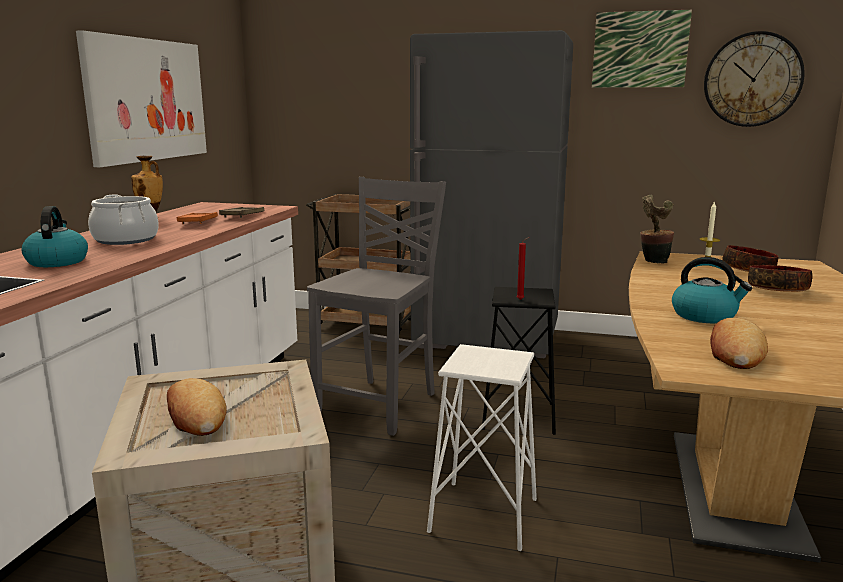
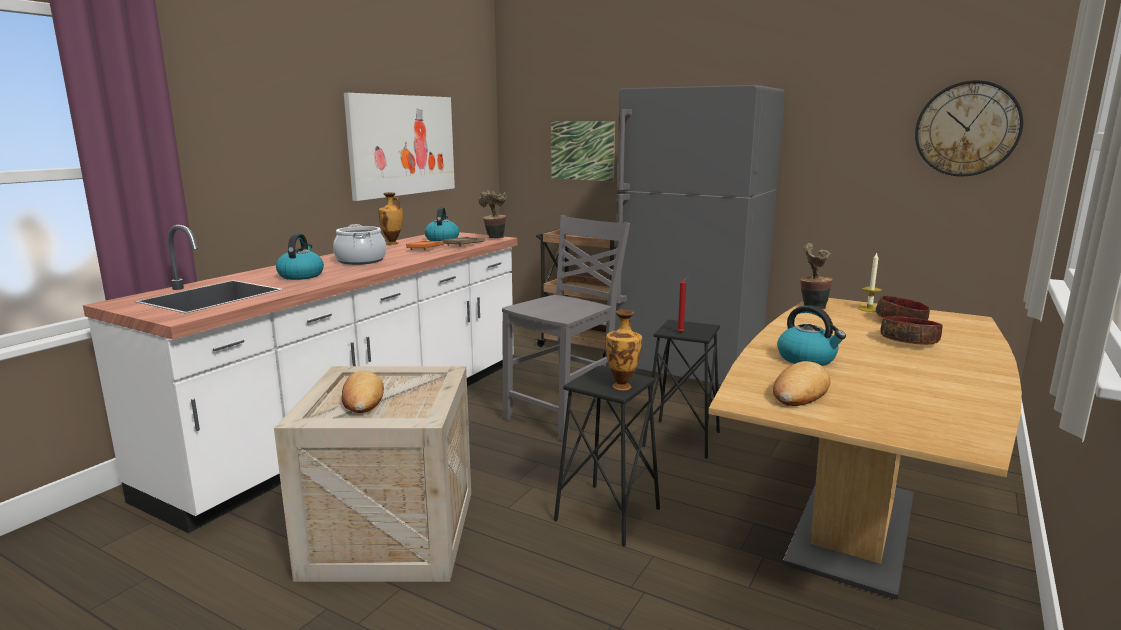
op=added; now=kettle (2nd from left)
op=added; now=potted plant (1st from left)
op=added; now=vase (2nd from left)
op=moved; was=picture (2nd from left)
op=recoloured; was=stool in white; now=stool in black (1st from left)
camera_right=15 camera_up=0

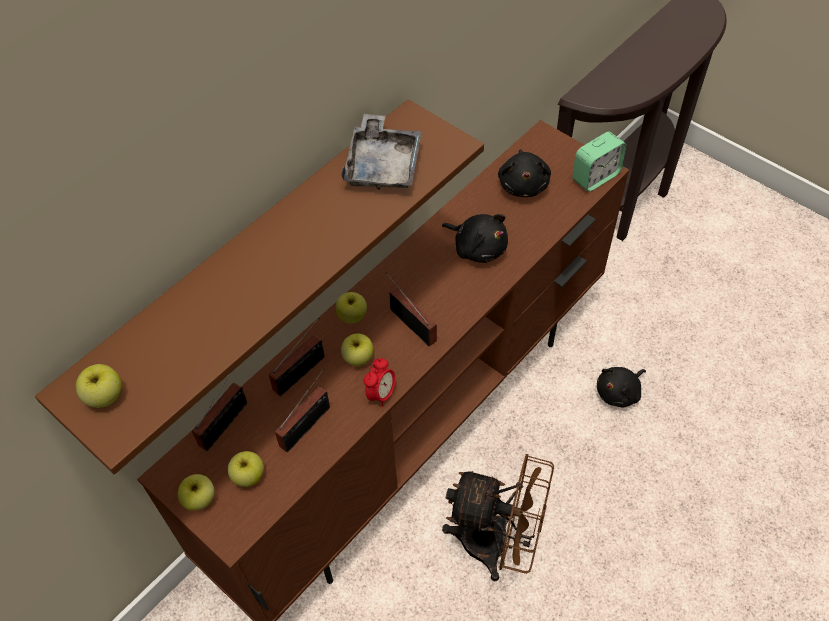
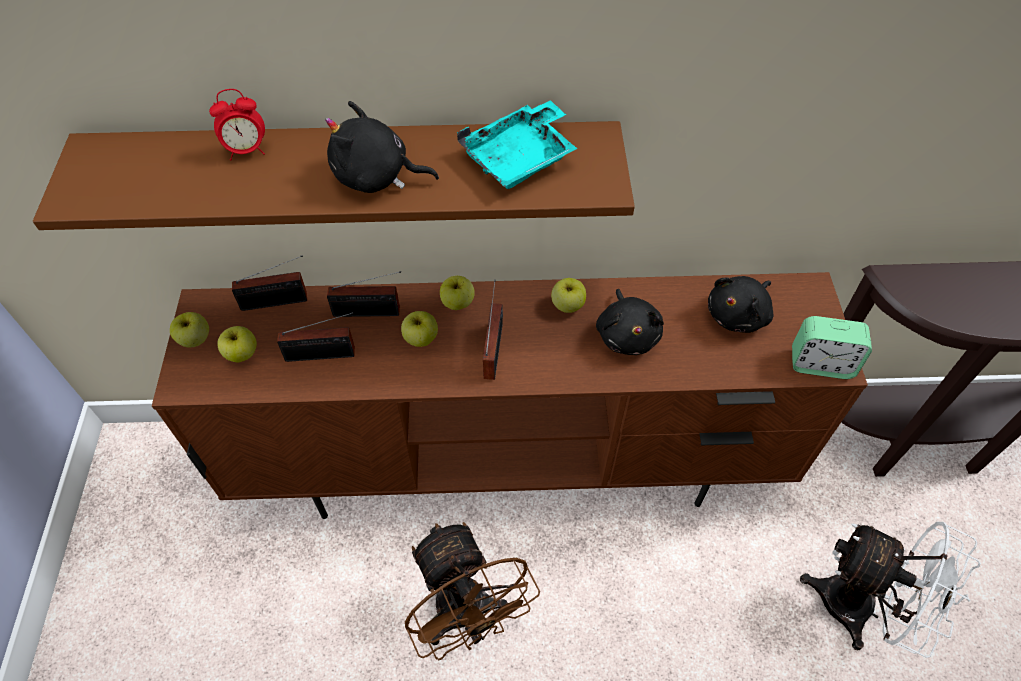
op=added; now=fan in white
op=moved; was=apple (1st from left in the first image); now=apple (5th from left)
op=moved; was=alarm clock (1st from left)
op=moved; was=plush toy in black (3rd from left in the first image); now=plush toy in black (1st from left)
op=recoloured; was=tray in grey; now=tray in turquoise
camera_right=45 camera_up=0

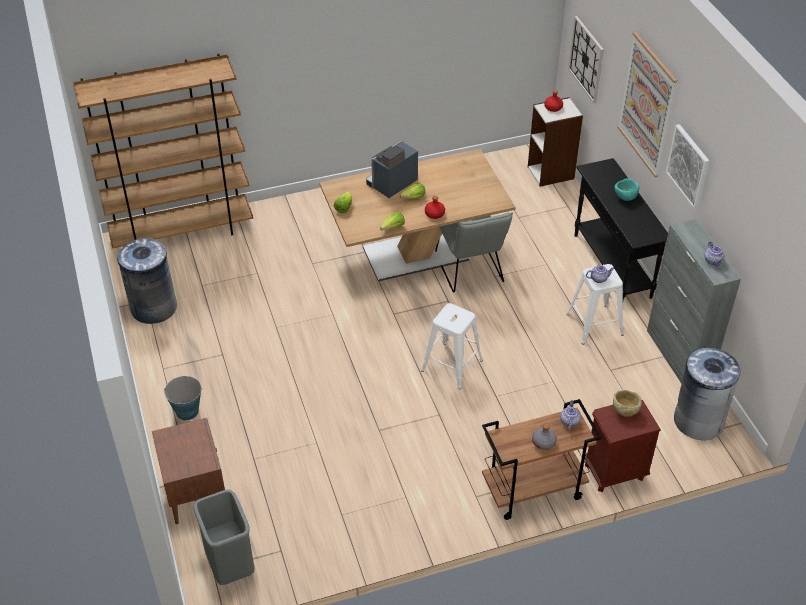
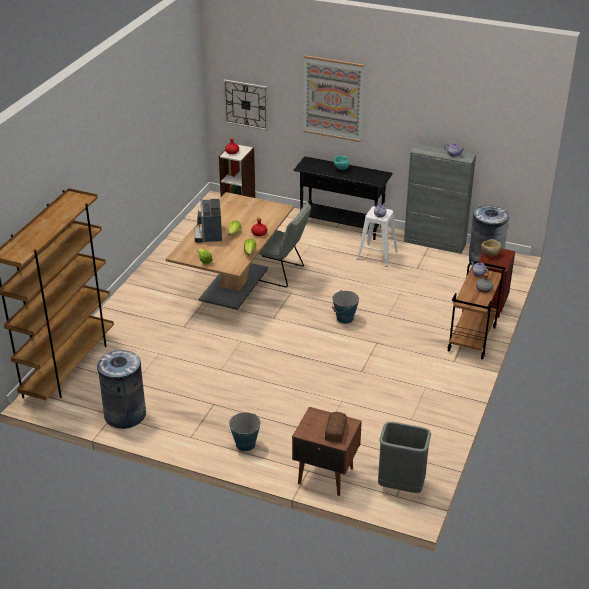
op=removed; was=picture (2nd from left)
op=added; now=bread
op=replaced; was=stool in white (1st from left); now=bucket (2nd from left)
camera_right=-50 camera_up=-10

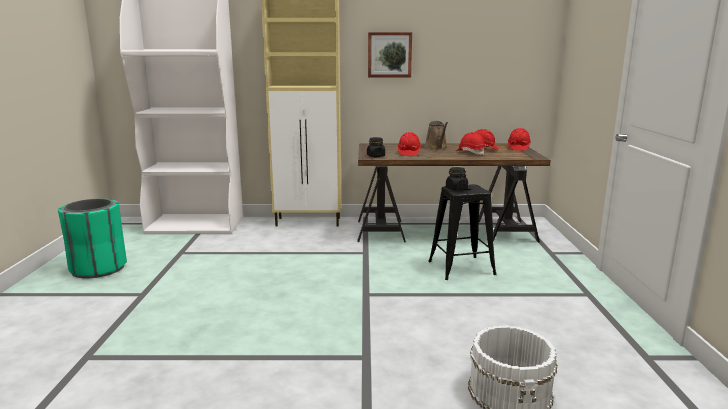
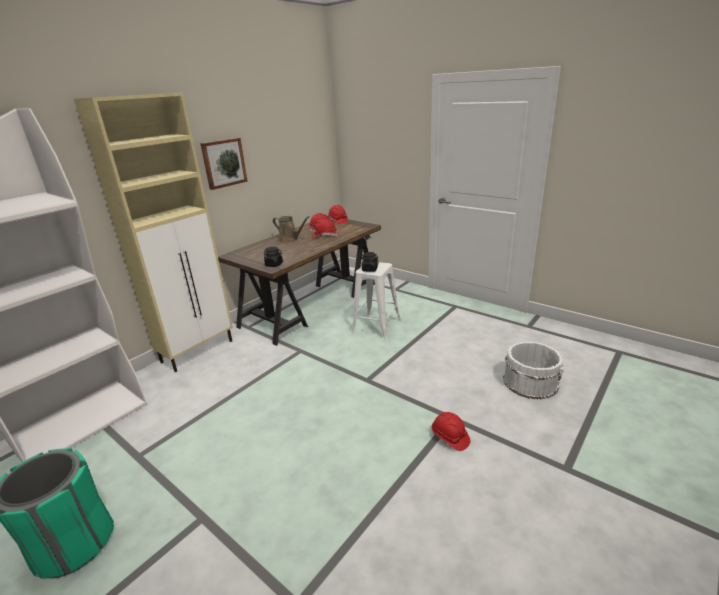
op=moved; was=hard hat in red (1st from left in the first image); now=hard hat in red (4th from left)
op=recoloured; was=stool in black; now=stool in white
camera_right=-50 camera_up=10

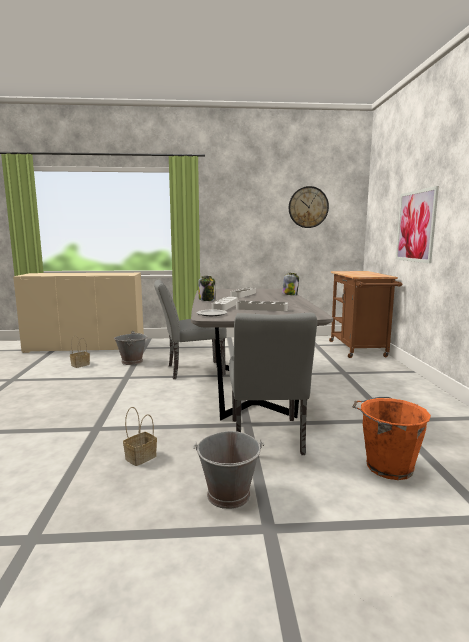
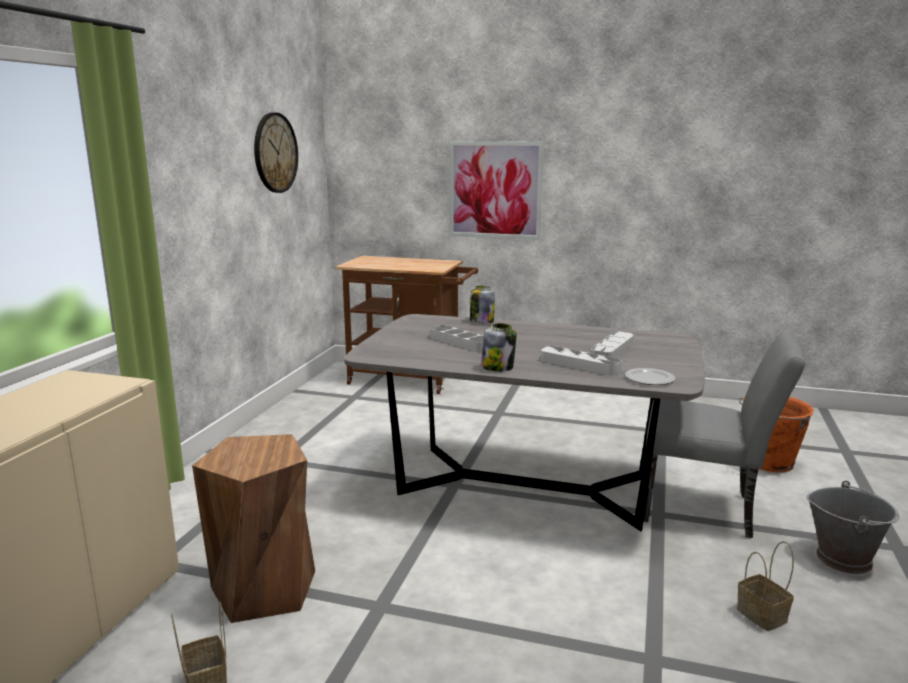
op=removed; was=chair in grey (1st from left)
op=replaced; was=bucket in grey (1st from left); now=stool in brown
camera_right=-70 camera_up=5

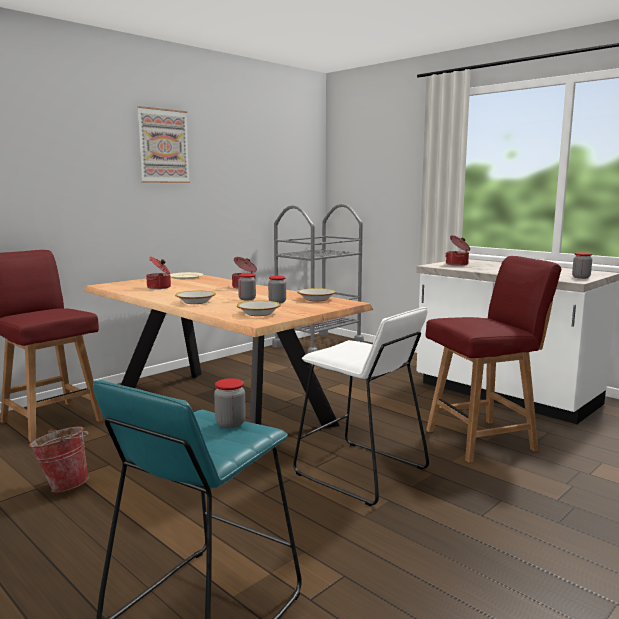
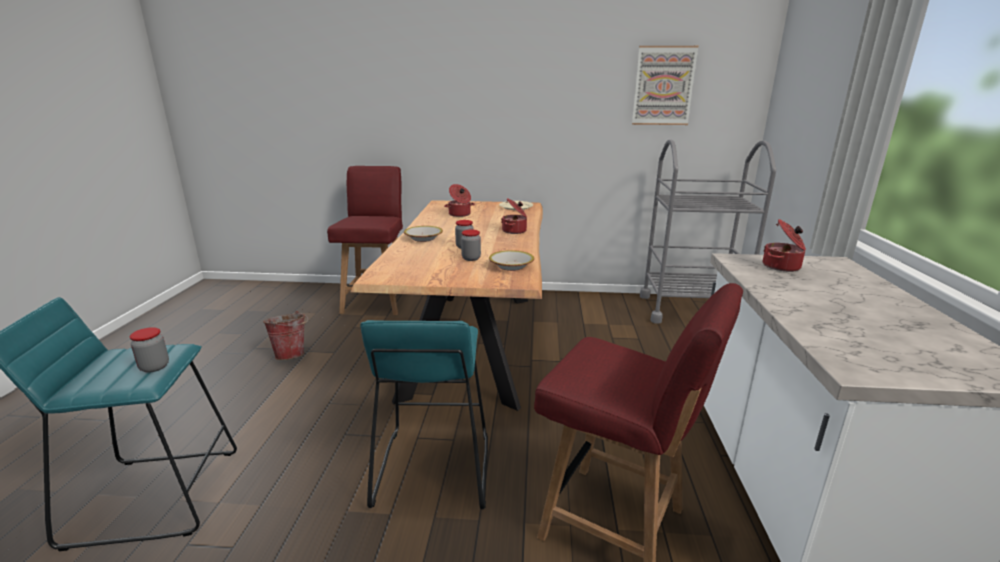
op=removed; was=bowl (2nd from left)
op=removed; was=jar (4th from left)
op=moved; was=picture
op=recoloured; was=stool in white; now=stool in turquoise (2nd from left)
camera_right=50 camera_up=10

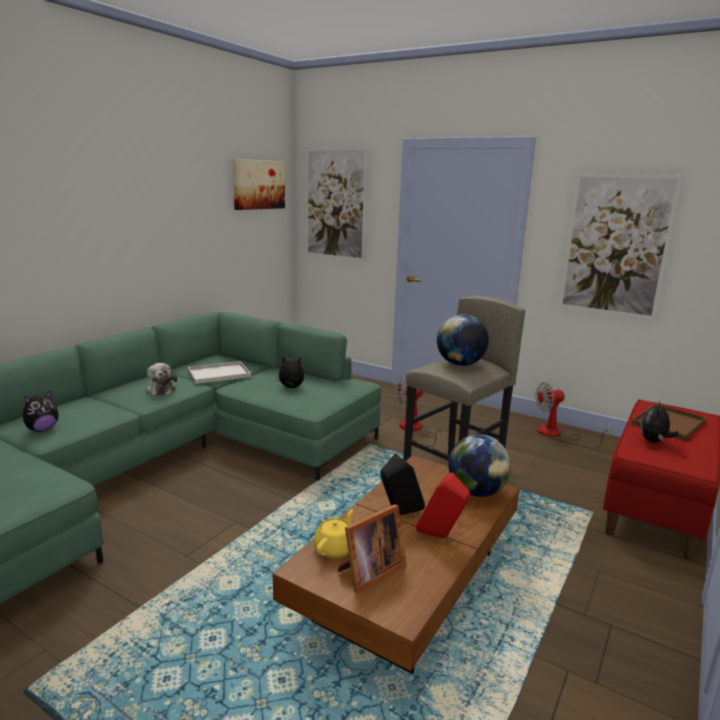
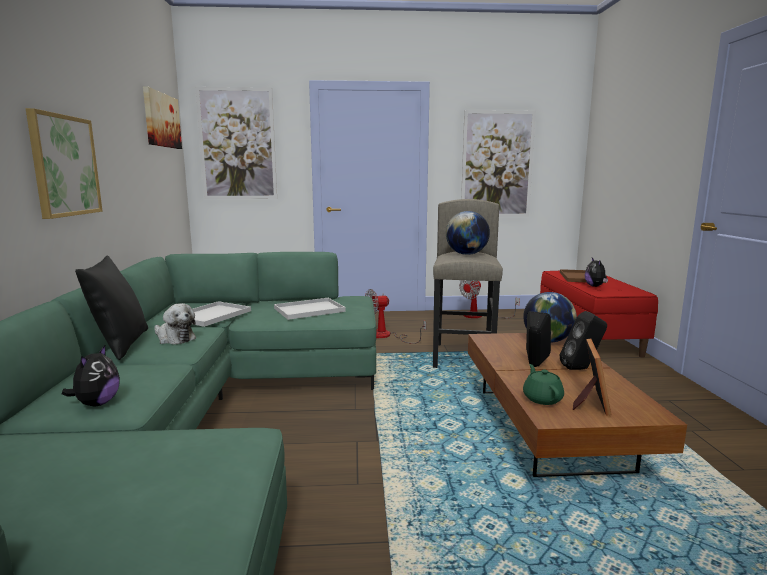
op=added; now=picture (1st from left)
op=added; now=pillow in black
op=replaced; was=plush toy (3rd from left); now=tray in white (2nd from left)
op=recoloured; was=teapot in yellow; now=teapot in green
op=recoloured; was=speaker in red; now=speaker in black (2nd from left)
camera_right=-35 camera_up=-5

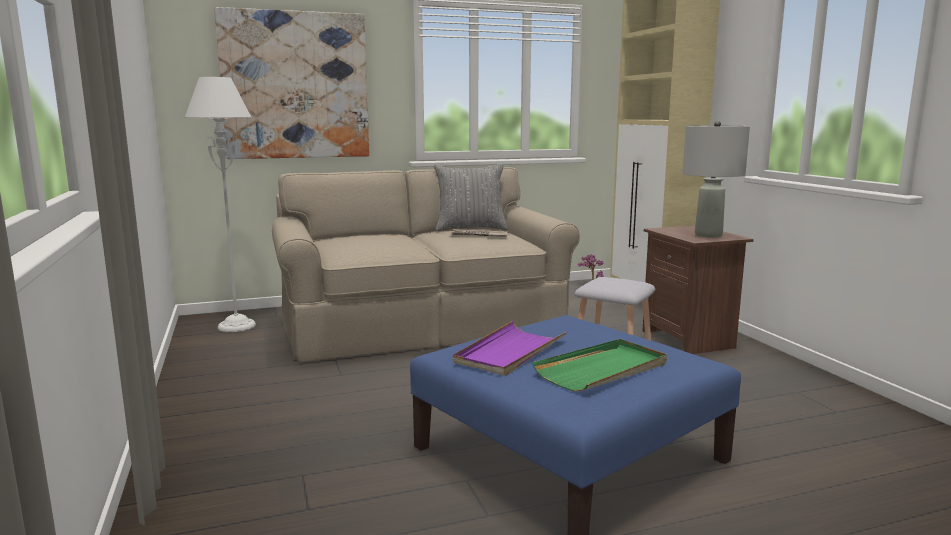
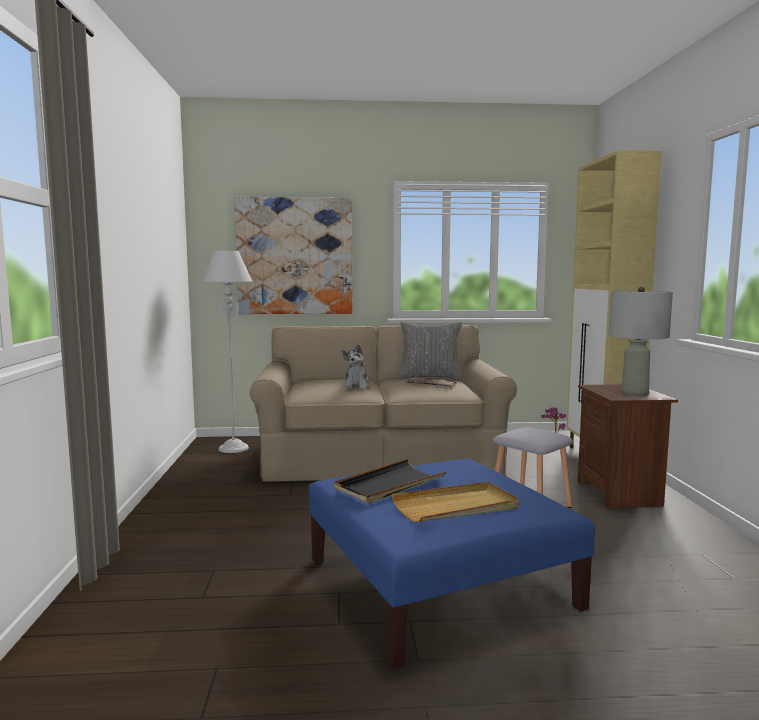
op=added; now=plush toy
op=recoloured; was=tray in purple; now=tray in black
op=recoloured; was=tray in green; now=tray in beige
camera_right=15 camera_up=-5

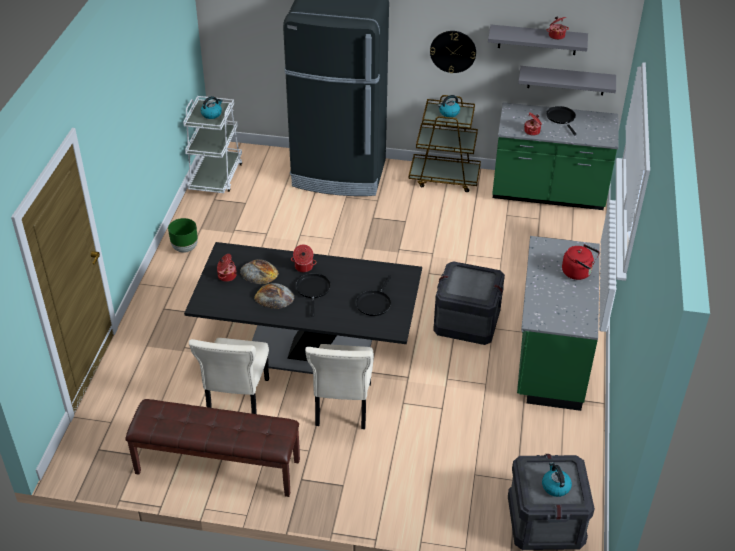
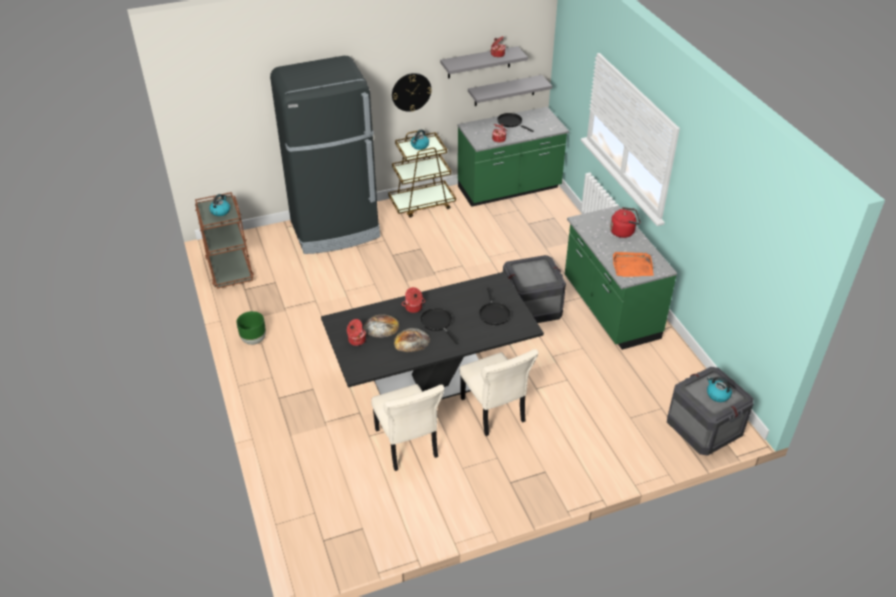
op=removed; was=bench in brown
op=added; now=tray in orange
op=recoloured; was=cart in white; now=cart in brown (1st from left)
camera_right=-30 camera_up=0

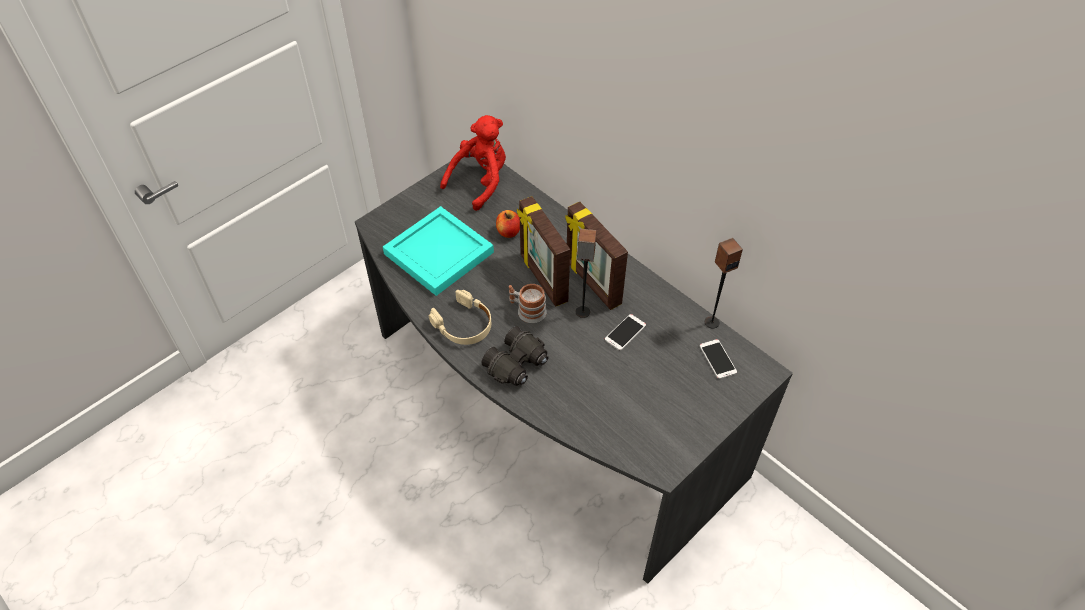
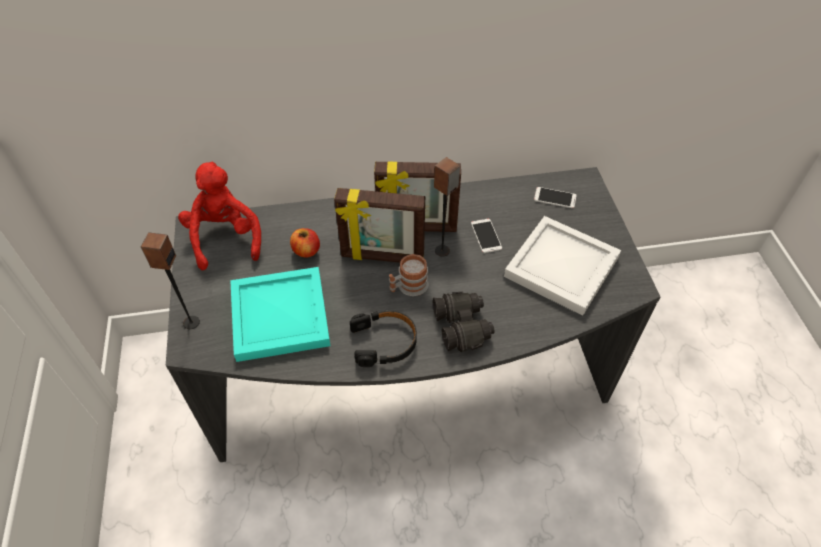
op=added; now=tray in white
op=moved; was=speaker (2nd from left in the first image); now=speaker (1st from left)
op=recoloured; was=headphones in beige; now=headphones in black
camera_right=-55 camera_up=0

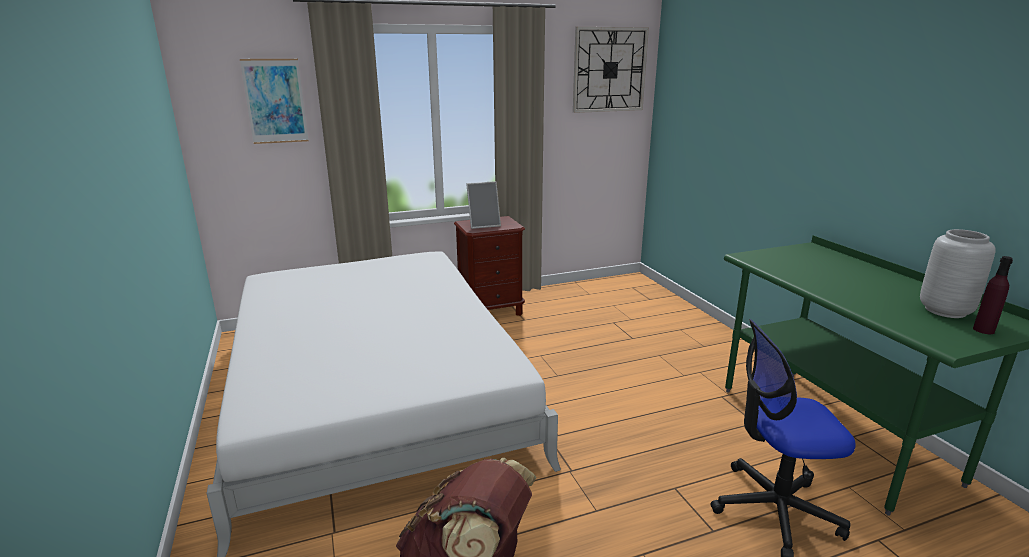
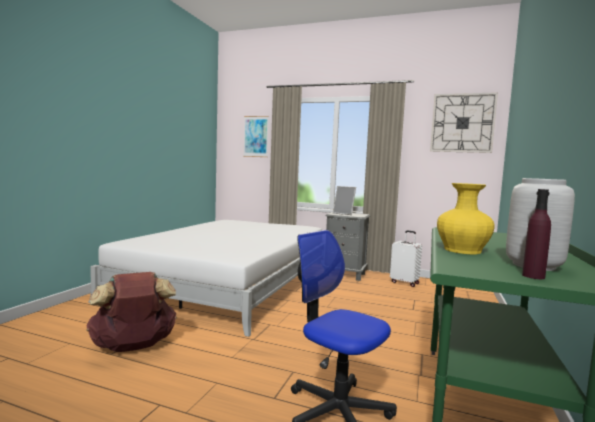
op=added; now=suitcase in white
op=added; now=vase in yellow
op=recoloured; was=nightstand in brown; now=nightstand in grey
camera_right=40 camera_up=-15

